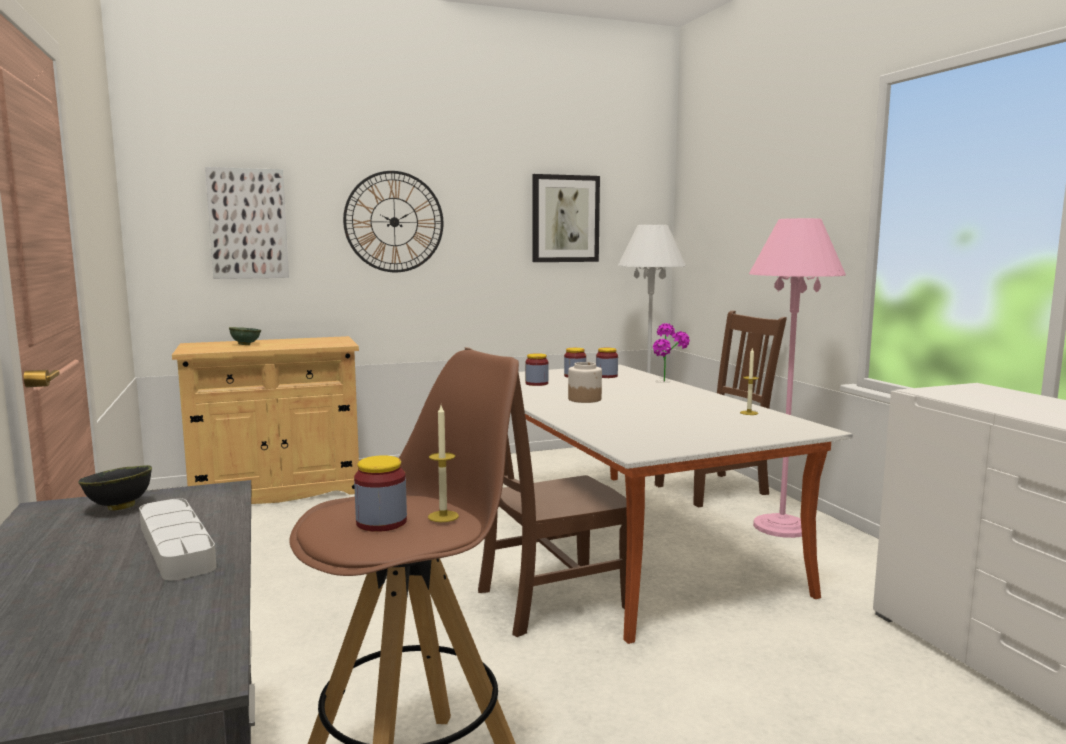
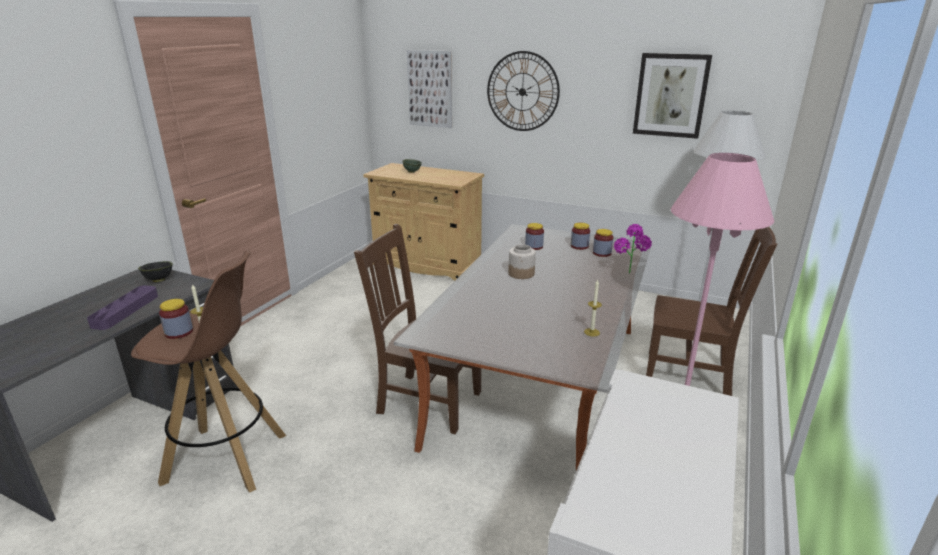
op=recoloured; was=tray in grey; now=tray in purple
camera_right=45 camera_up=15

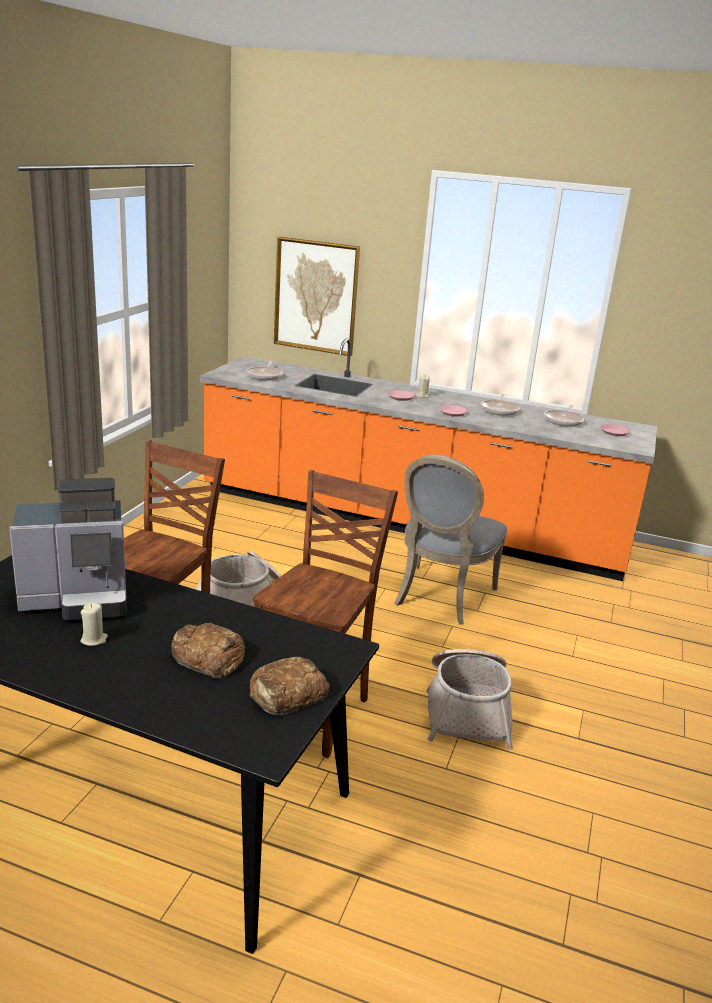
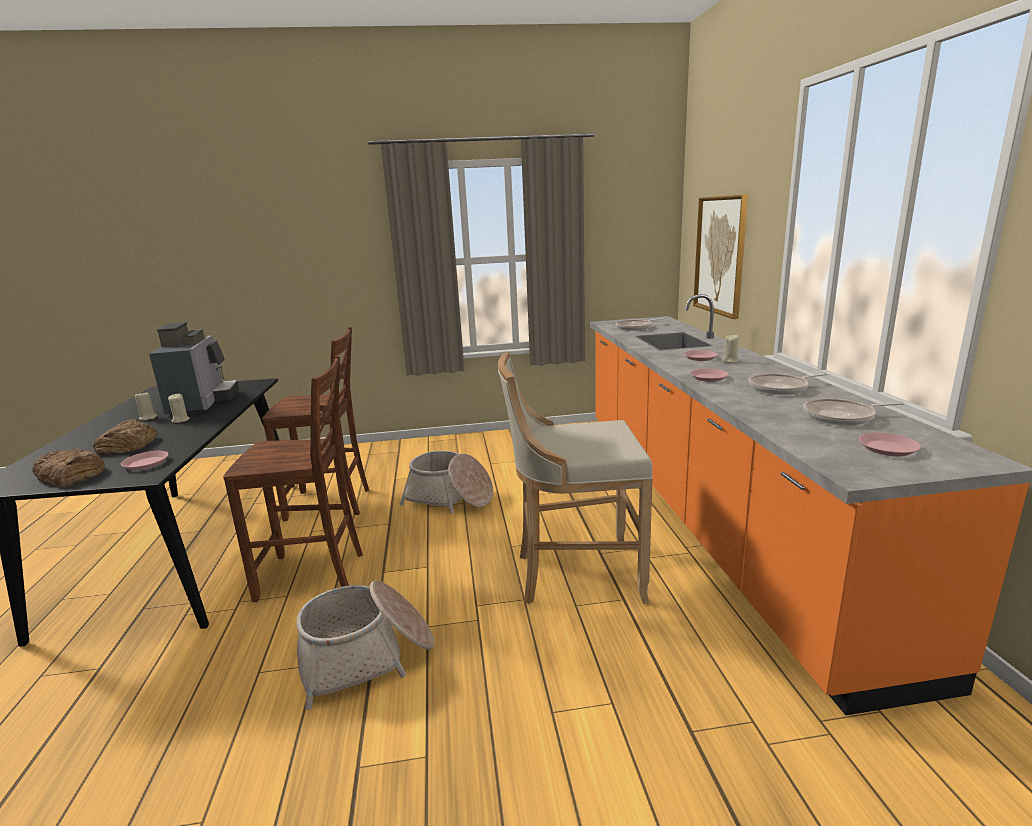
op=added; now=plate in pink (1st from left)
op=added; now=candle in beige (2nd from left)
op=replaced; was=chair in grey; now=stool in beige
op=turned; was=coffee machine; clockwise=-150
camera_right=65 camera_up=-5

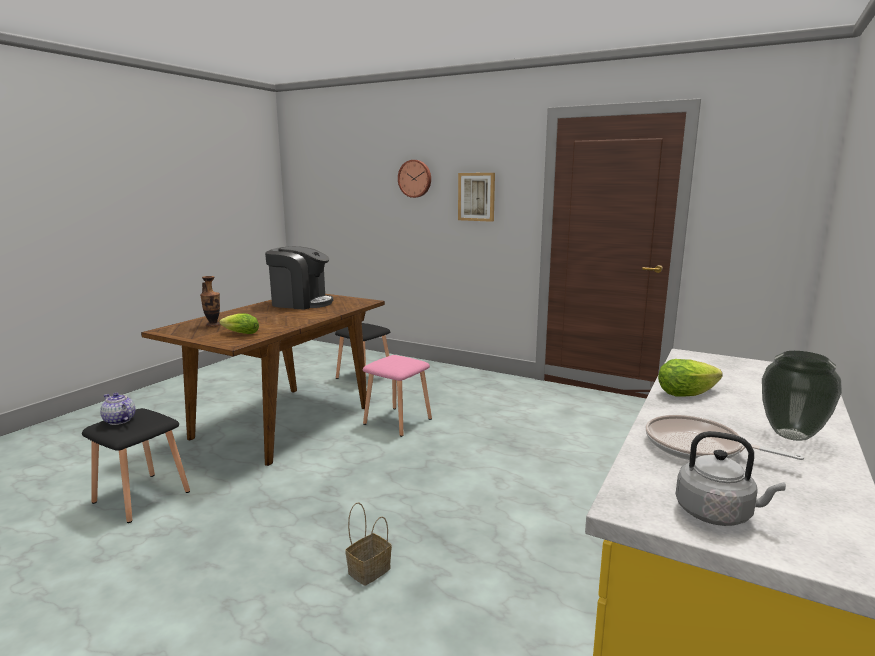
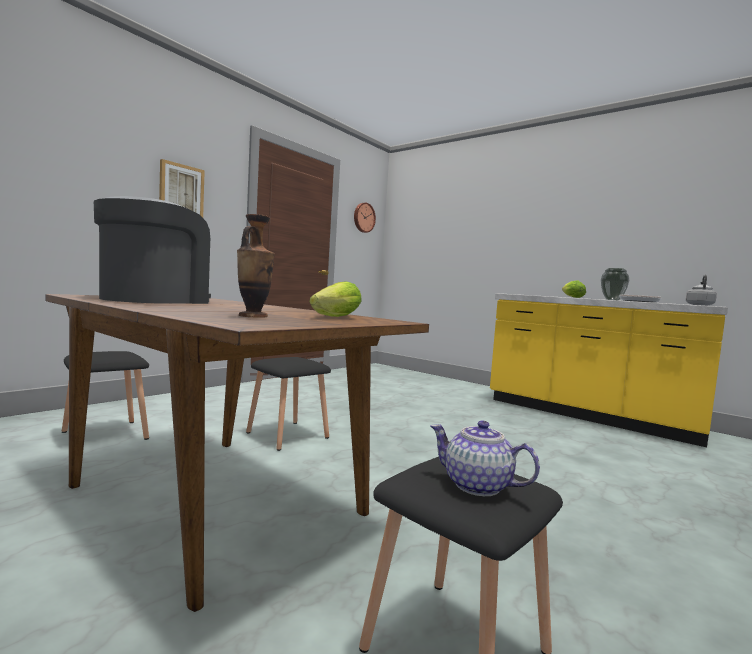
op=removed; was=basket
op=moved; was=wall clock
op=recoloured; was=stool in pink; now=stool in black (2nd from left)
op=turned; was=teapot; clockwise=75
camera_right=-80 camera_up=-10

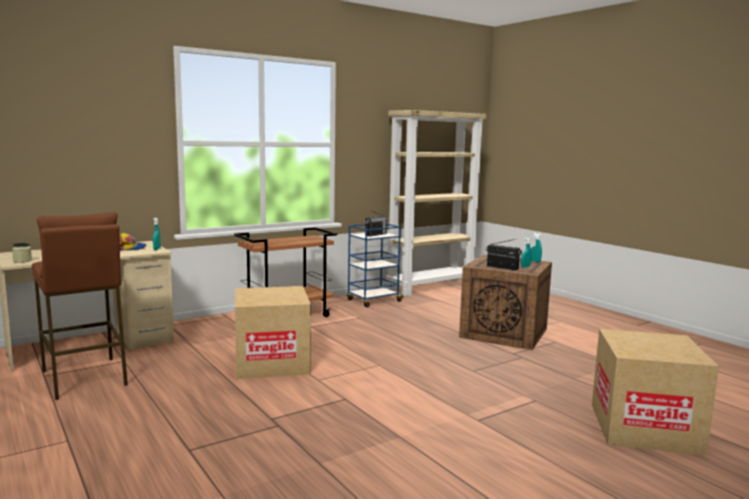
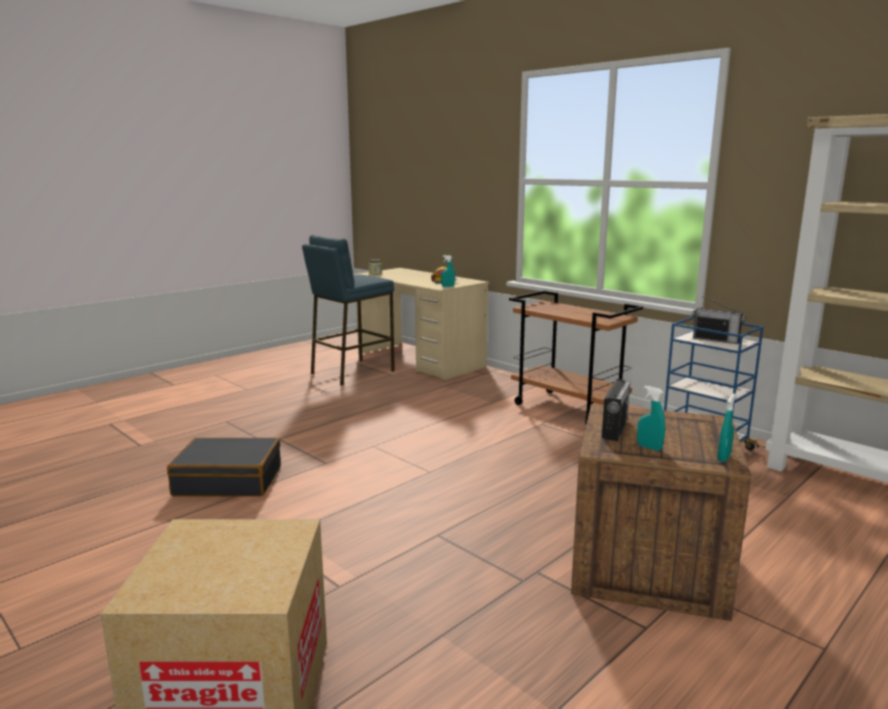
op=removed; was=cardboard box (1st from left)
op=added; now=suitcase in black
op=recoloured; was=stool in brown; now=stool in blue
camera_right=80 camera_up=5

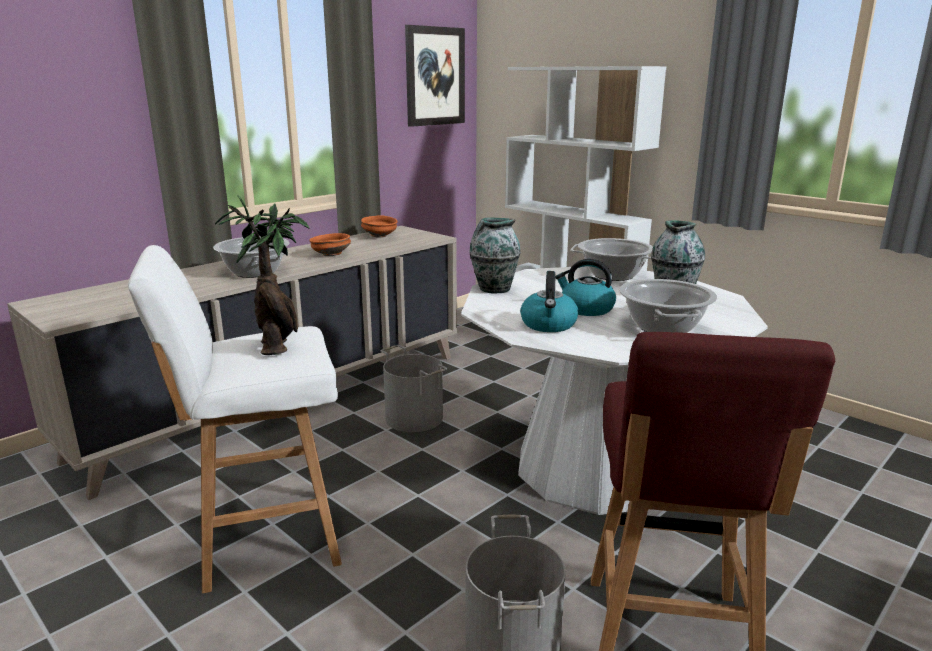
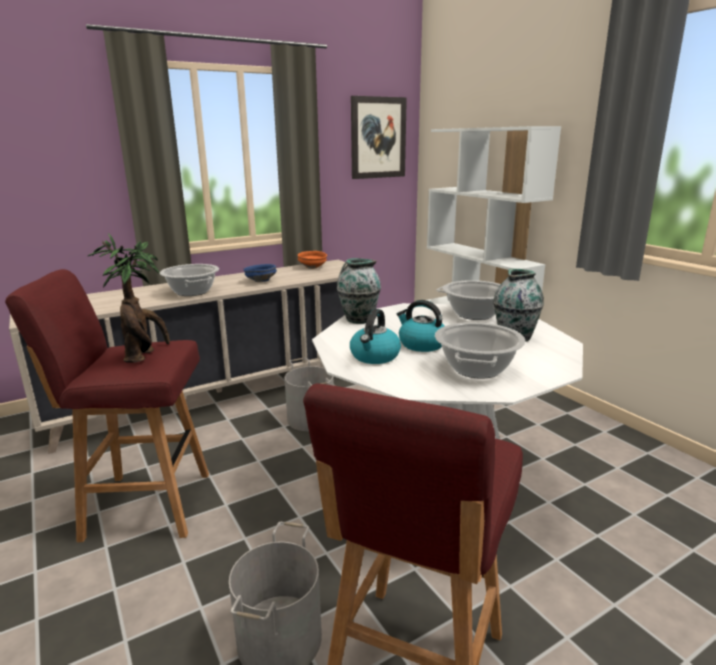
op=recoloured; was=stool in white; now=stool in red (1st from left)
op=recoloured; was=bowl in orange (1st from left); now=bowl in blue
camera_right=15 camera_up=0

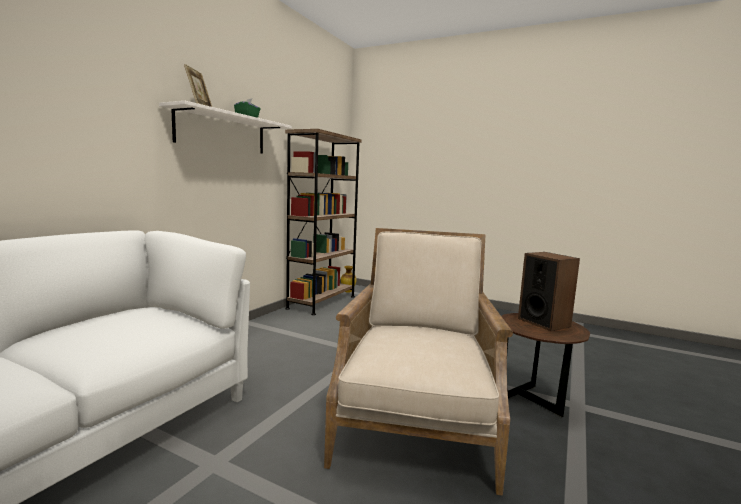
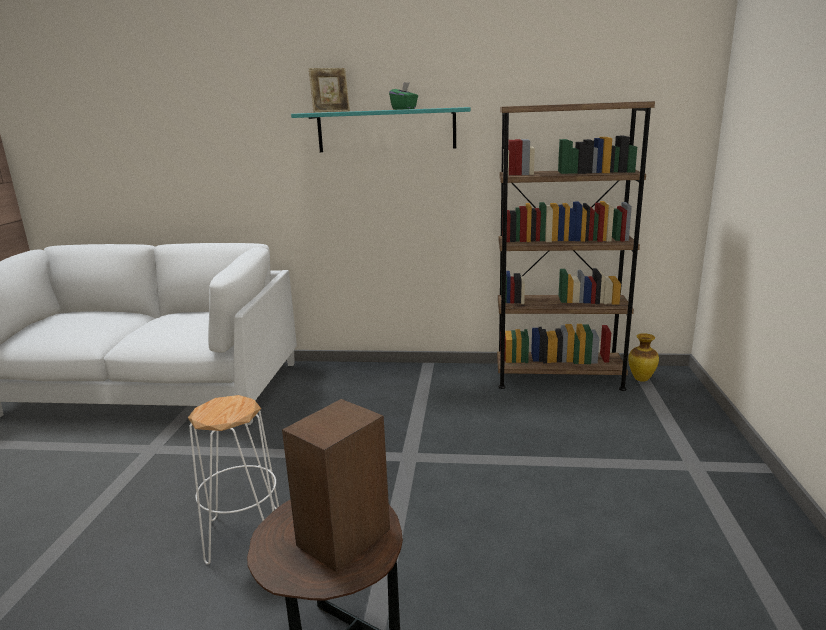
op=replaced; was=armchair in beige; now=stool in white
op=recoloured; was=shelf in white; now=shelf in turquoise
camera_right=70 camera_up=10

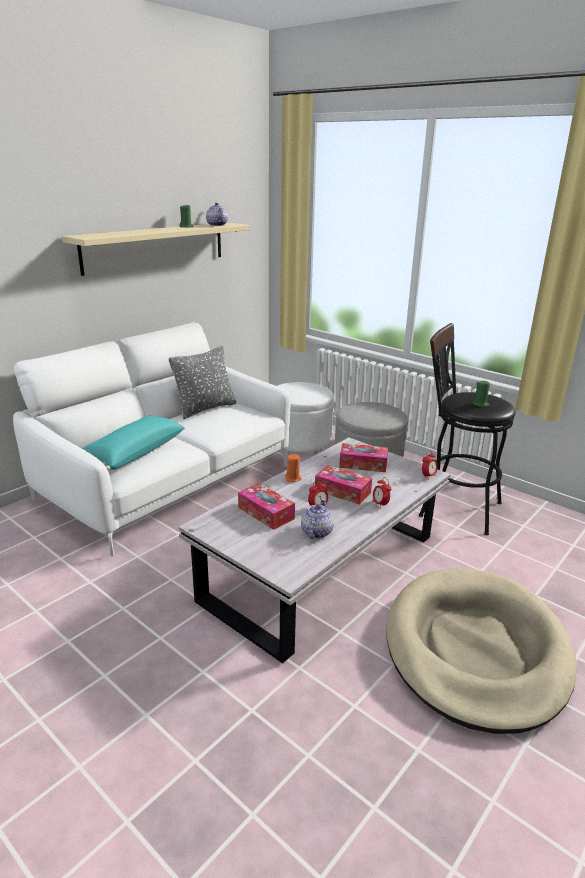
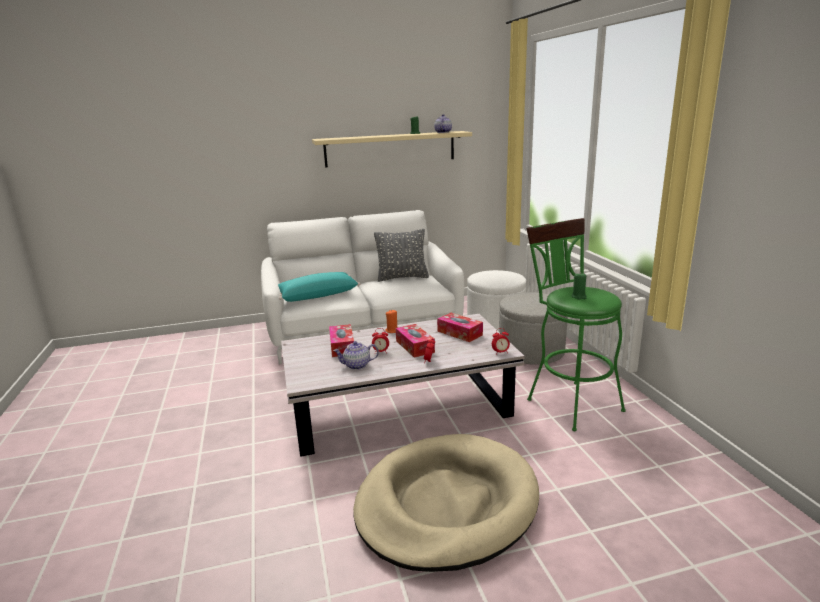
op=recoloured; was=stool in black; now=stool in green
op=turned; was=teapot (2nd from left in the first image); clockwise=-150
camera_right=35 camera_up=-5

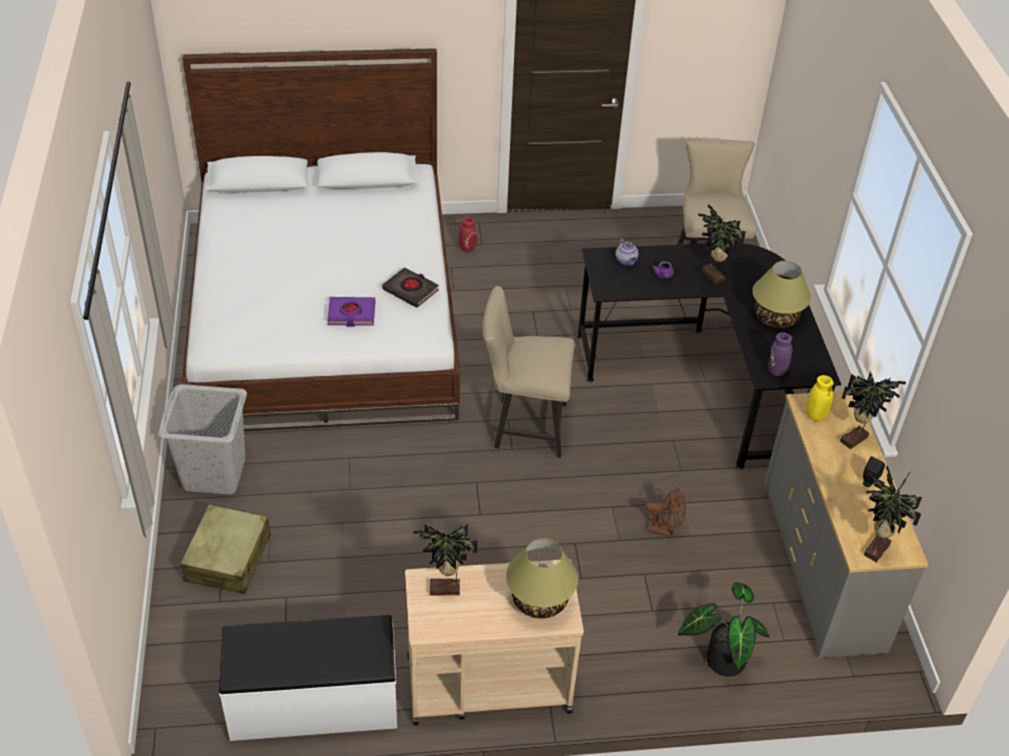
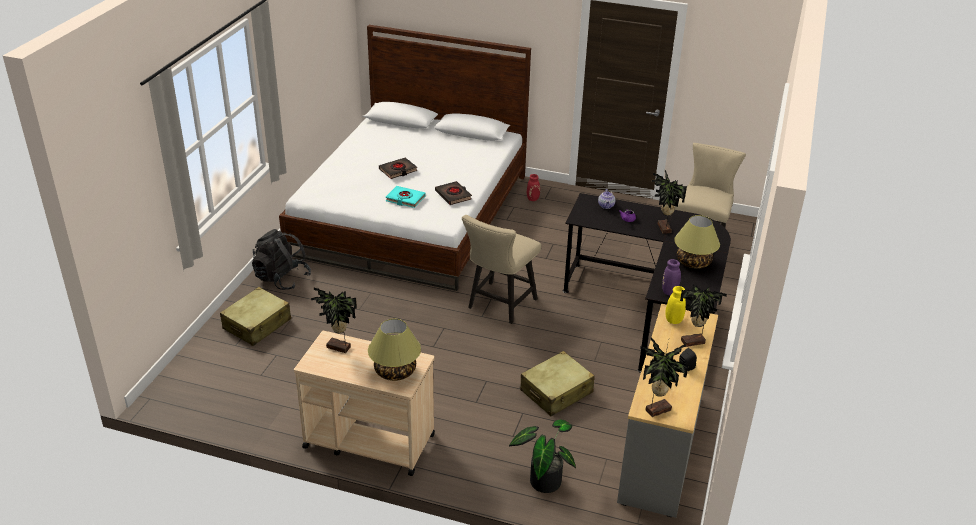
op=removed; was=bench in white
op=added; now=book in black (1st from left)
op=replaced; was=laundry basket in grey; now=backpack in black
op=replaced; was=fan in brown; now=suitcase in beige (2nd from left)
op=recoloured; was=book in purple; now=book in turquoise
op=turned; was=chair in beige (1st from left); clockwise=-90
camera_right=25 camera_up=-10

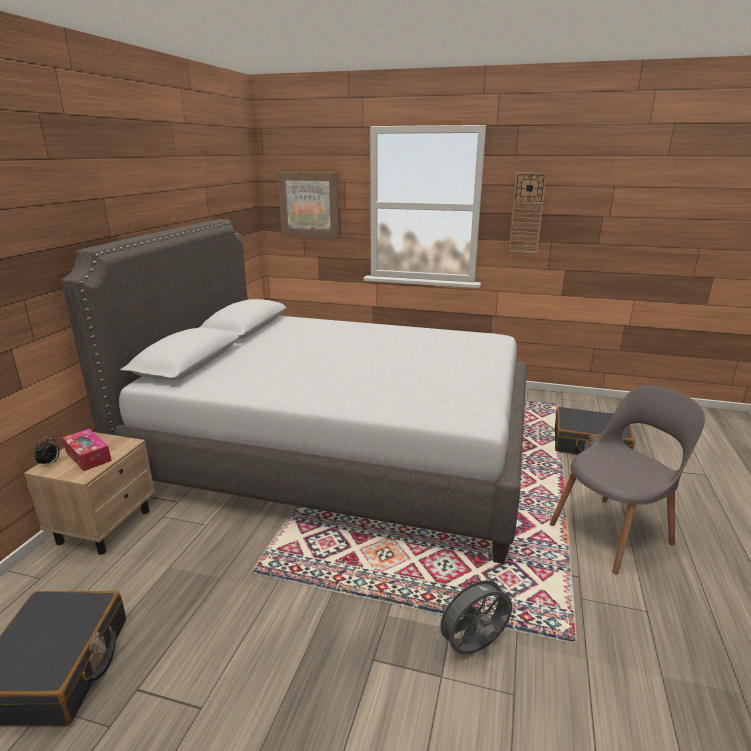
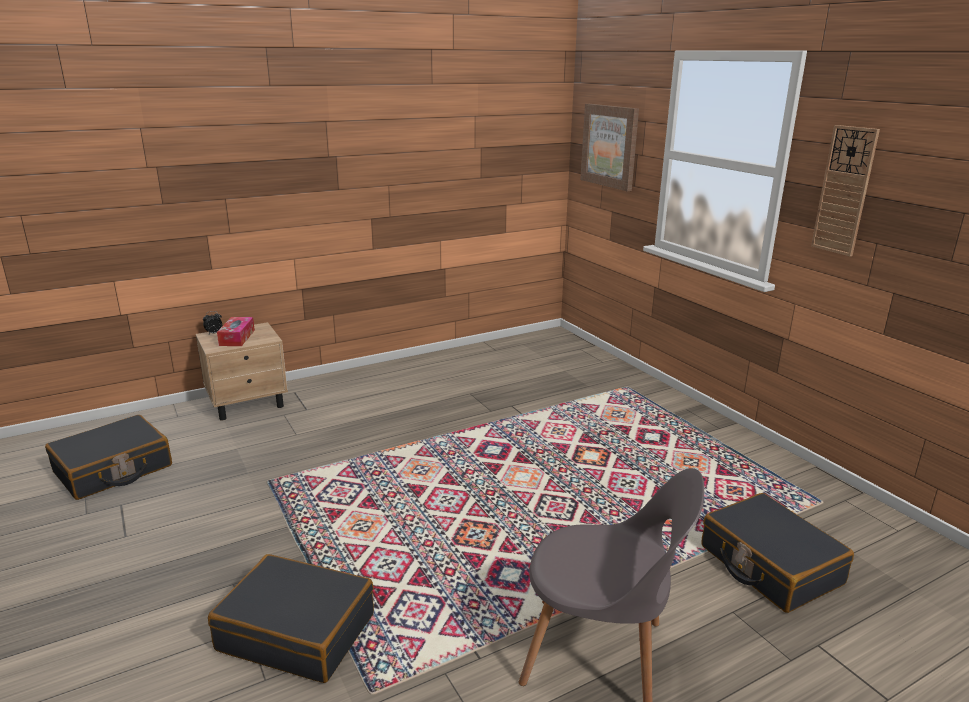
op=removed; was=bed in grey
op=replaced; was=fan in grey; now=suitcase in black (2nd from left)
camera_right=45 camera_up=0

